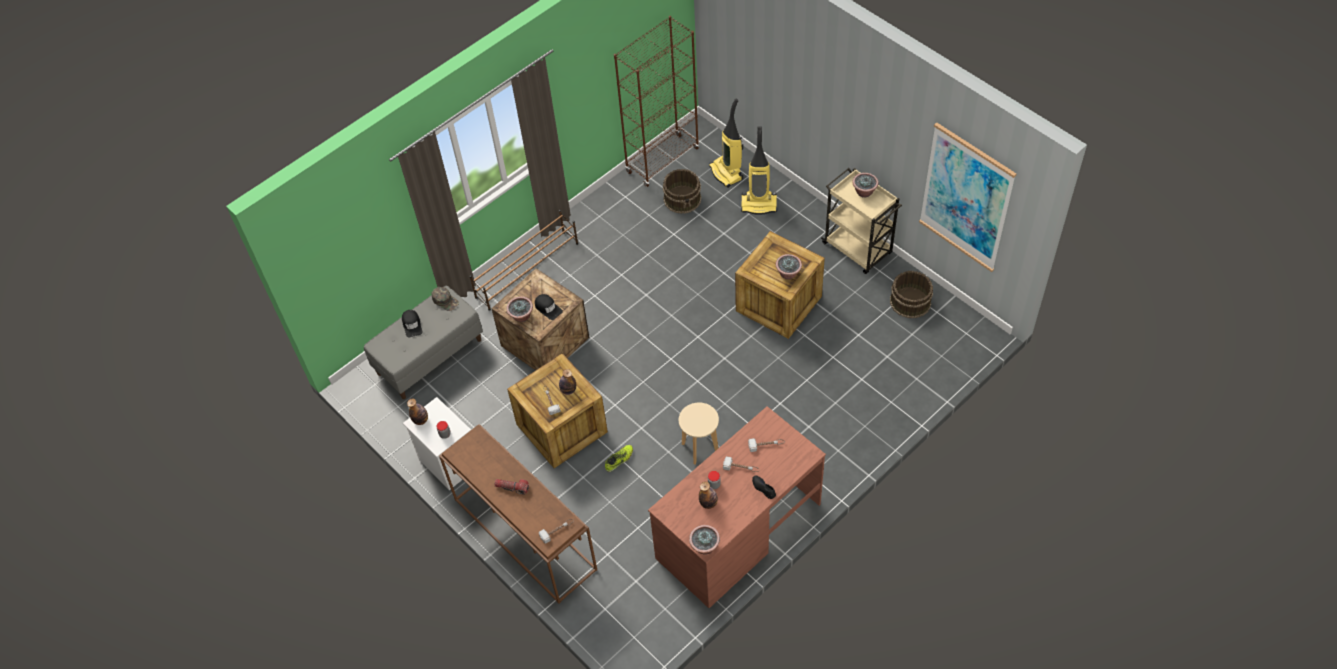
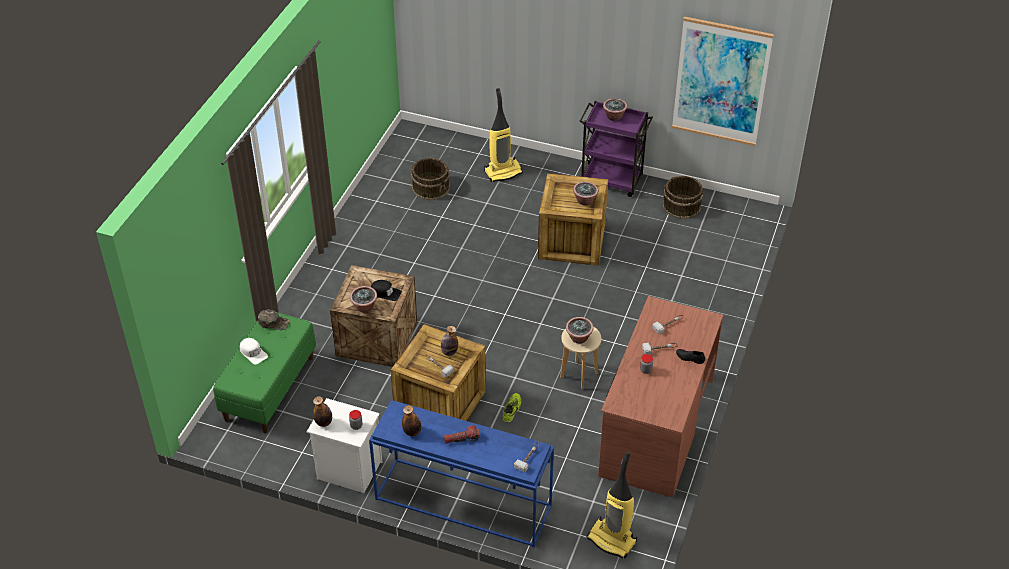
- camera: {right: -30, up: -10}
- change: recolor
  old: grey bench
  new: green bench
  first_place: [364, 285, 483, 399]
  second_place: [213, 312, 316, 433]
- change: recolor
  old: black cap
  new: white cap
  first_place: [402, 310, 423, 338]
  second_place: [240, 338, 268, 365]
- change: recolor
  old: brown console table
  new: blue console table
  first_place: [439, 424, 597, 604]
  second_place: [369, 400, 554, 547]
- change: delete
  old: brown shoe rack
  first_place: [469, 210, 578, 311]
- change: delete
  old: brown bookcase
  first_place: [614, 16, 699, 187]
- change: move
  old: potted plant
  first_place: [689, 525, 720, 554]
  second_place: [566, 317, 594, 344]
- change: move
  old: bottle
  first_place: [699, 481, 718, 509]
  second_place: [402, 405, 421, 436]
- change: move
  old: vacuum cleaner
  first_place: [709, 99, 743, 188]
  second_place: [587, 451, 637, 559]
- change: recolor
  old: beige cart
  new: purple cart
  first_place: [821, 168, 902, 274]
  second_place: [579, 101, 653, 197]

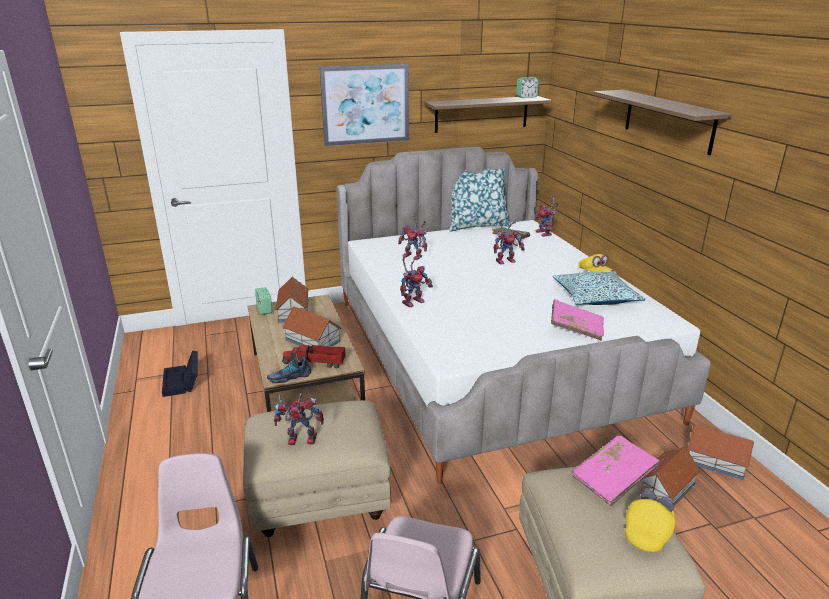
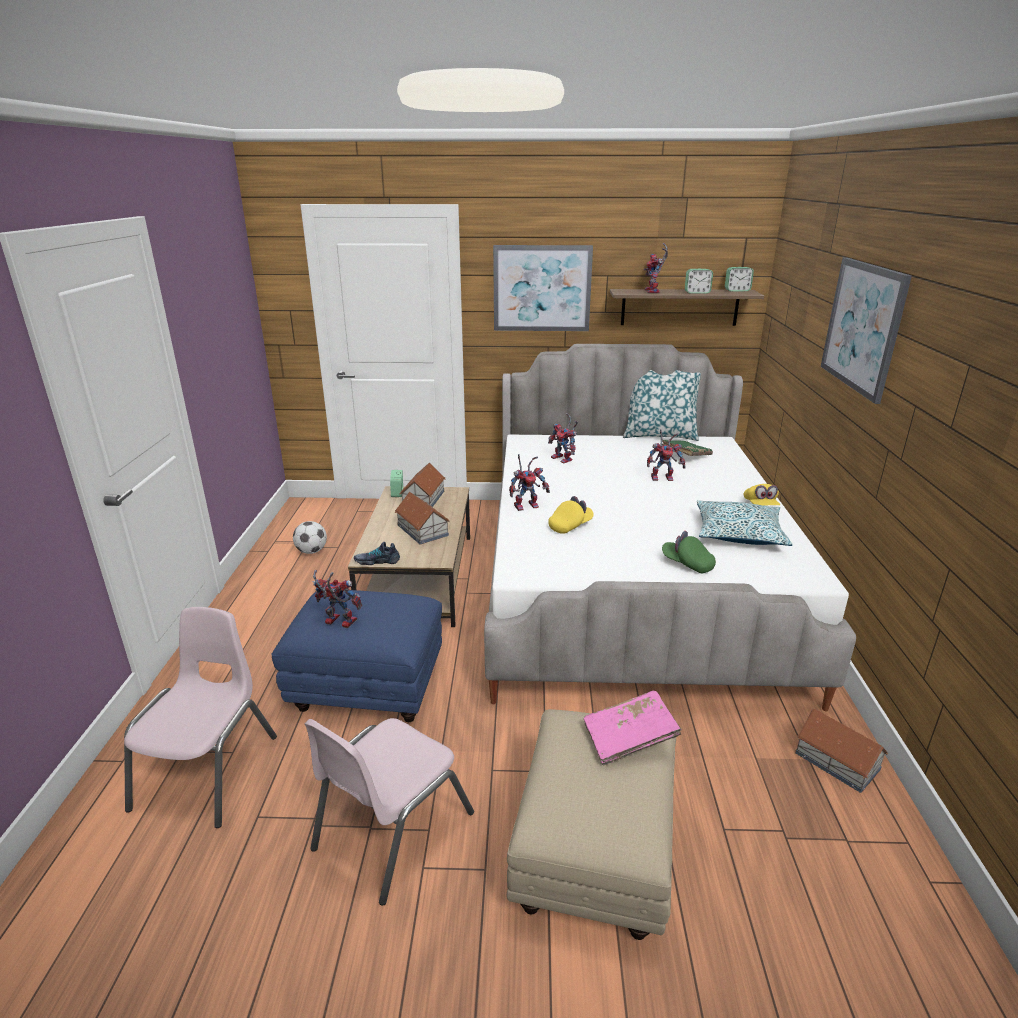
- camera: {right: 20, up: 0}
- change: replace
  old: black storage box
  new: football
  first_place: [162, 350, 198, 397]
  second_place: [293, 521, 327, 554]
- change: recolor
  old: beige ottoman
  new: blue ottoman
  first_place: [243, 400, 391, 537]
  second_place: [271, 590, 442, 722]
- change: delete
  old: toy truck
  first_place: [282, 342, 346, 368]
- change: move
  old: toy robot
  first_place: [534, 196, 558, 237]
  second_place: [644, 243, 668, 293]
- change: replace
  old: pink book
  new: green cap
  first_place: [551, 299, 604, 341]
  second_place: [662, 531, 716, 573]
- change: replace
  old: shelf
  new: picture
  first_place: [592, 90, 732, 155]
  second_place: [821, 258, 912, 404]
- change: move
  old: yellow cap
  first_place: [625, 491, 676, 552]
  second_place: [548, 496, 594, 534]
- change: delete
  old: toy house
  first_place: [642, 447, 700, 506]
- change: insert
  new: alarm clock
  second_place: [685, 269, 713, 294]

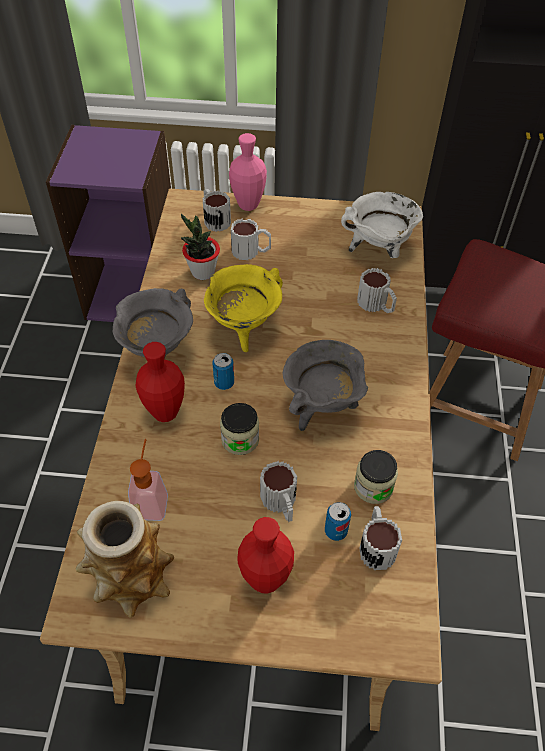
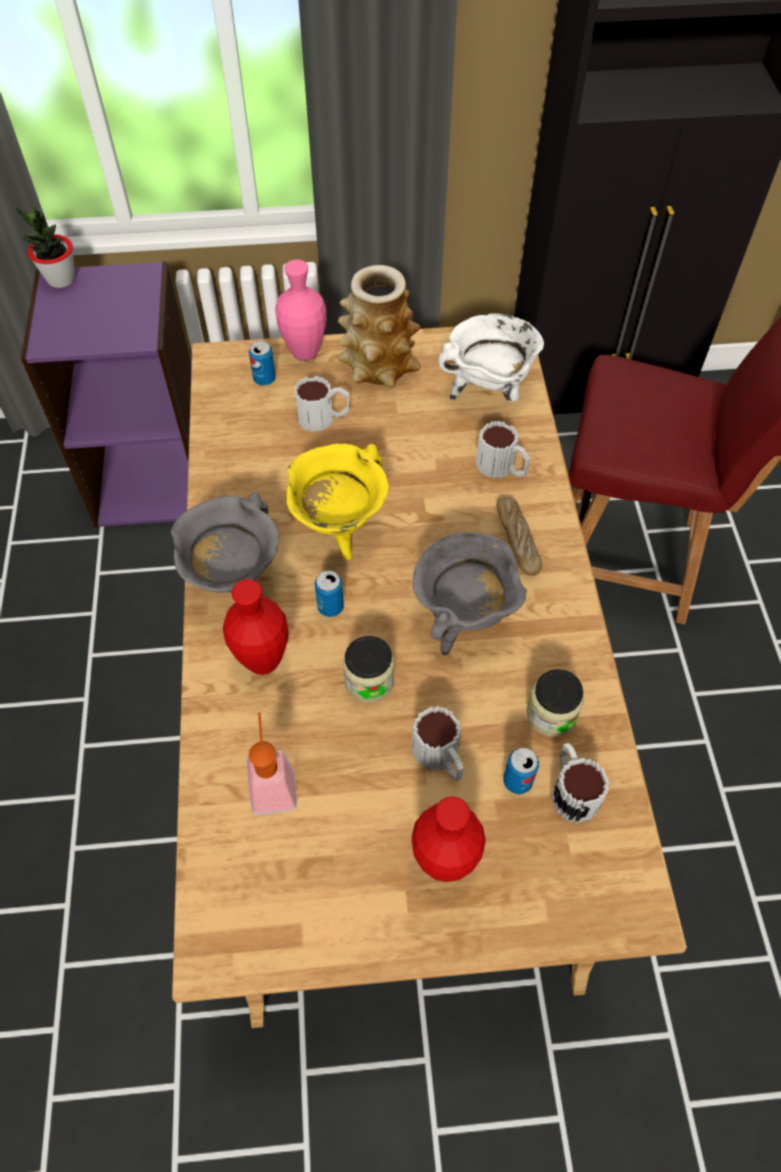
- camera: {right: -10, up: 5}
- change: move
  old: vase
  first_place: [76, 501, 174, 618]
  second_place: [337, 265, 421, 388]
- change: move
  old: potted plant
  first_place: [181, 213, 220, 280]
  second_place: [14, 205, 75, 288]
- change: replace
  old: mug
  new: can
  first_place: [203, 189, 231, 232]
  second_place: [249, 341, 276, 386]
- change: insert
  new: bread
  second_place: [497, 497, 542, 576]

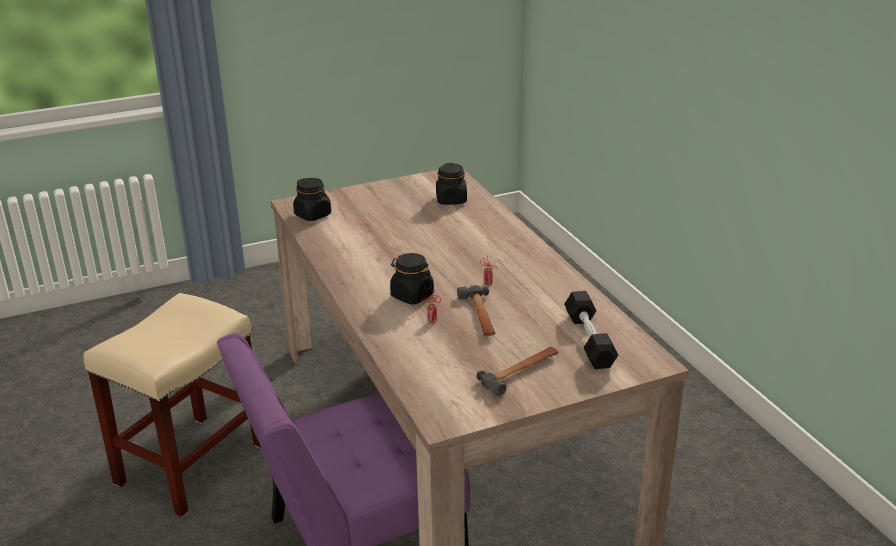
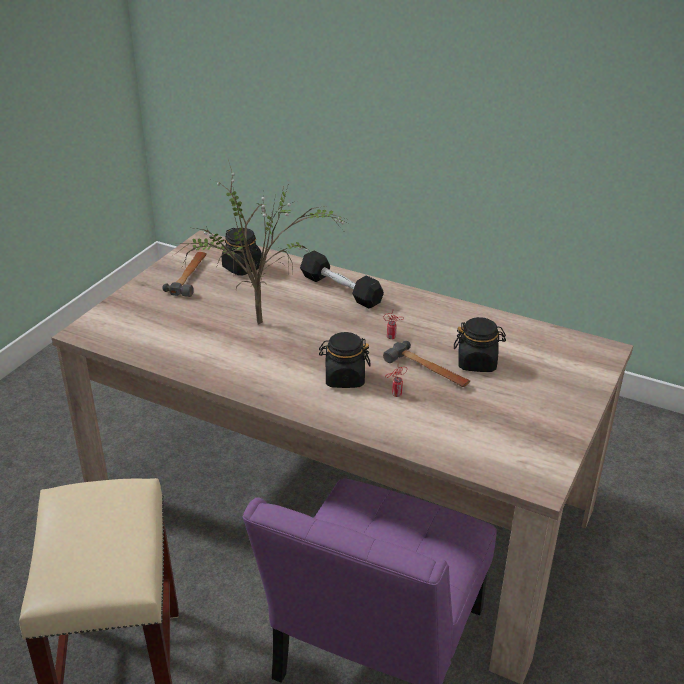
- camera: {right: -40, up: 5}
- change: move
  old: black jar
  first_place: [293, 178, 331, 221]
  second_place: [454, 317, 506, 372]
- change: move
  old: hammer
  first_place: [477, 347, 559, 396]
  second_place: [162, 252, 207, 297]
- change: move
  old: black dumbbell
  first_place: [564, 291, 618, 369]
  second_place: [300, 251, 384, 309]
- change: insert
  new: potted plant
  second_place: [173, 160, 346, 325]

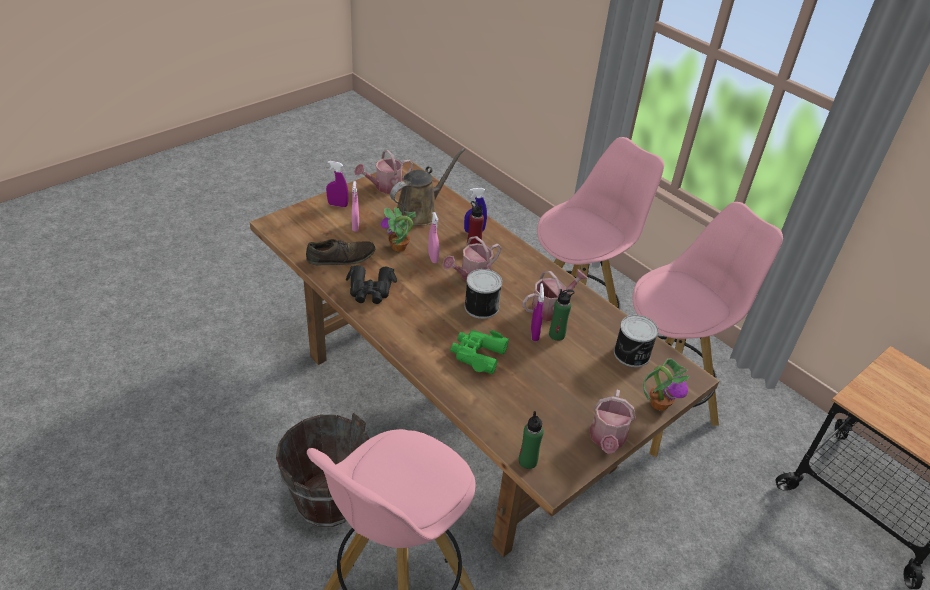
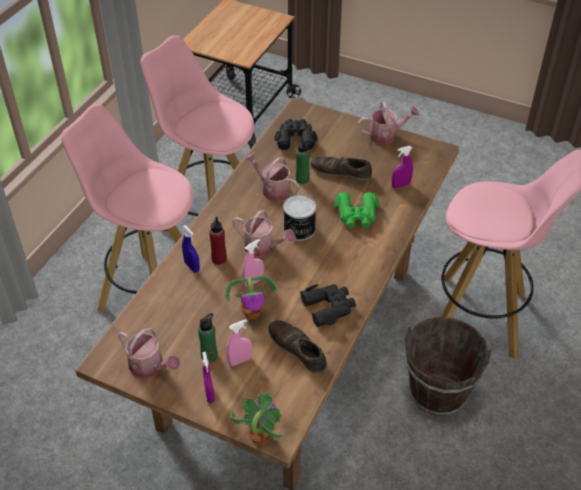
- camera: {right: -110, up: 5}
- change: delete
  old: brown watering can
  first_place: [390, 148, 465, 226]
- change: move
  old: green bottle
  first_place: [519, 411, 544, 469]
  second_place: [198, 313, 218, 363]
- change: move
  old: purple spray bottle
  first_place: [531, 283, 544, 341]
  second_place: [392, 146, 413, 189]
- change: replace
  old: can
  new: black binoculars
  first_place: [614, 315, 658, 367]
  second_place: [274, 119, 317, 150]
- change: move
  old: potted plant
  first_place: [643, 358, 690, 411]
  second_place: [230, 392, 290, 445]
- change: insert
  new: brown shoe
  second_place: [310, 155, 372, 181]

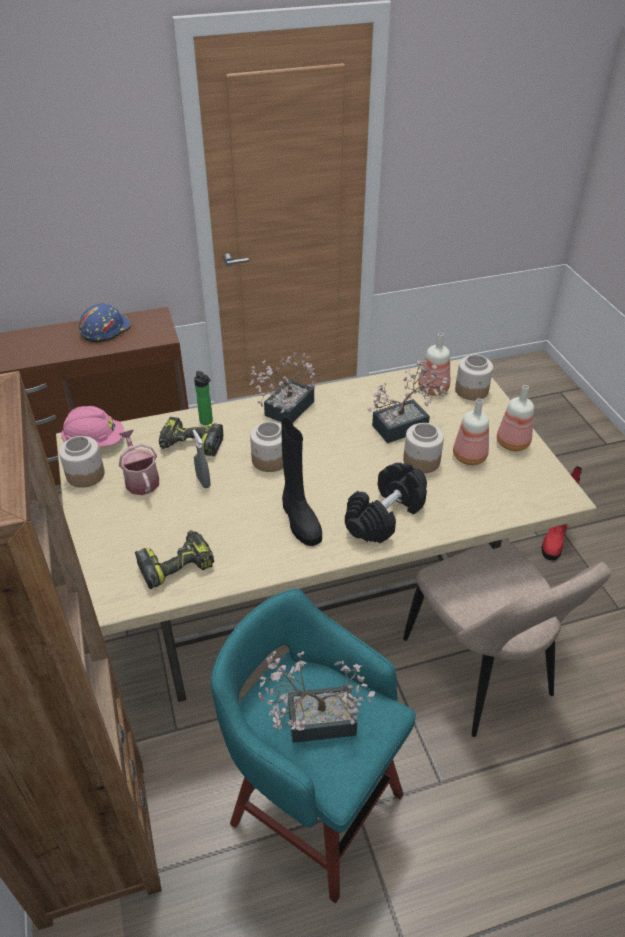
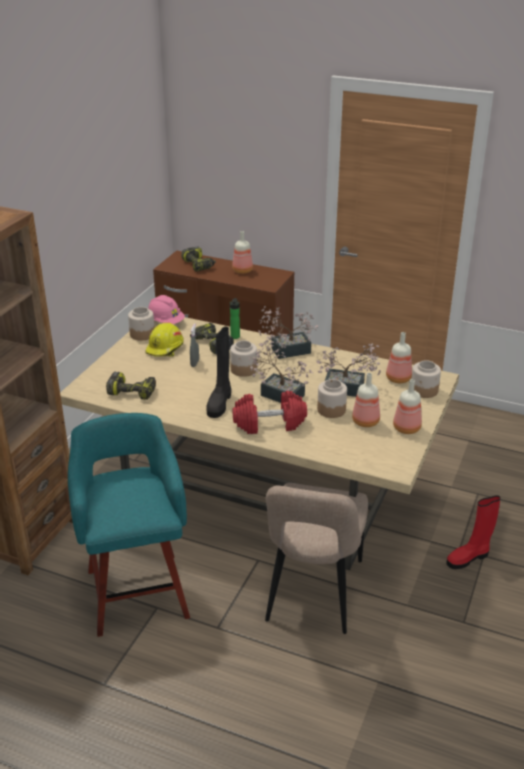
- camera: {right: 40, up: -10}
- change: replace
  old: blue hard hat
  new: bottle
  first_place: [79, 303, 131, 343]
  second_place: [232, 231, 253, 274]
- change: replace
  old: watering can
  new: yellow hard hat
  first_place: [119, 430, 159, 495]
  second_place: [145, 322, 184, 357]
- change: move
  old: potted plant
  first_place: [258, 651, 375, 743]
  second_place: [248, 338, 313, 403]
- change: recolor
  old: black dumbbell
  new: red dumbbell
  first_place: [345, 463, 427, 543]
  second_place: [232, 391, 307, 434]
- change: insert
  new: power drill
  second_place: [181, 247, 216, 272]

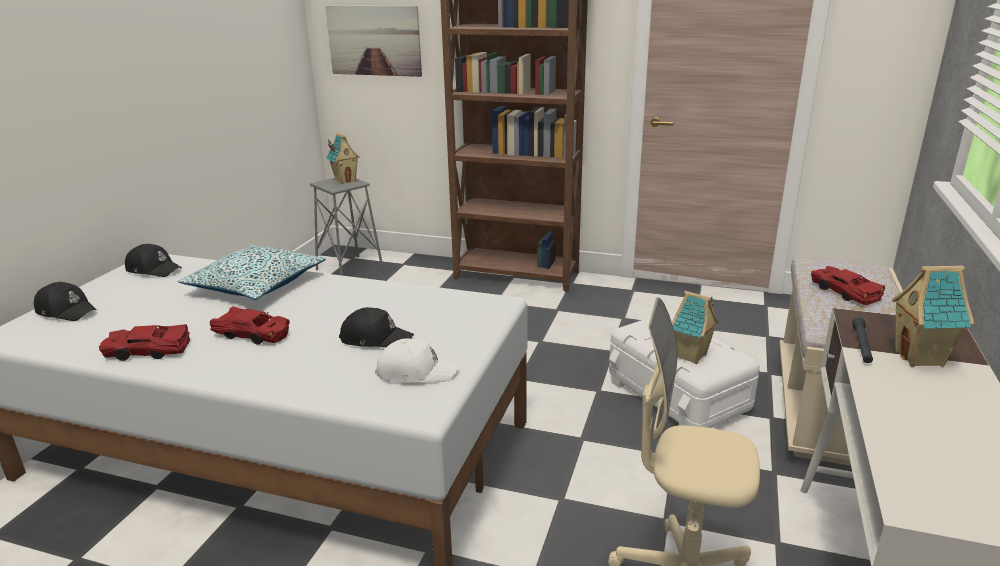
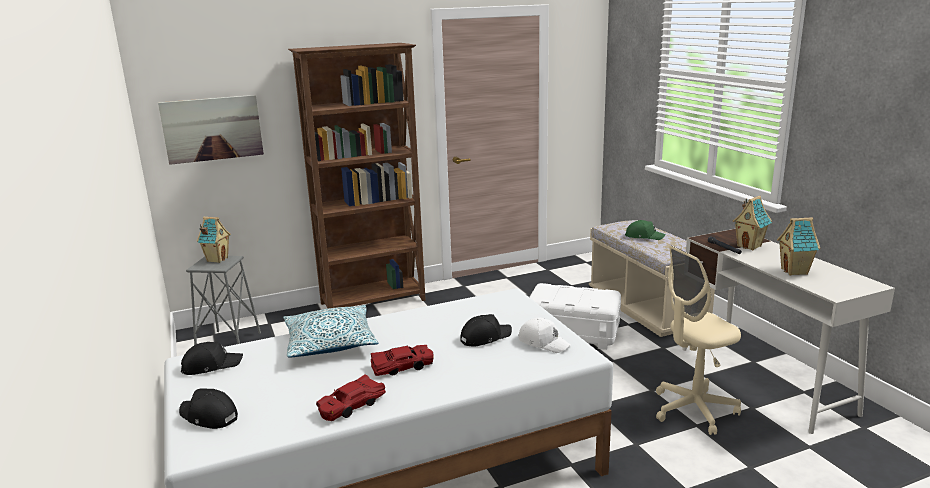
- camera: {right: -40, up: -5}
- change: rotate
  old: black cap
  first_place: [34, 282, 97, 321]
  second_place: [179, 388, 238, 429]
  degrees: -135
- change: rotate
  old: white cap
  first_place: [375, 338, 458, 382]
  second_place: [518, 318, 571, 353]
  degrees: 75
- change: move
  old: toy house
  first_place: [672, 291, 719, 364]
  second_place: [777, 217, 820, 275]
- change: replace
  old: red toy car
  new: green cap
  first_place: [811, 266, 885, 305]
  second_place: [625, 220, 666, 240]

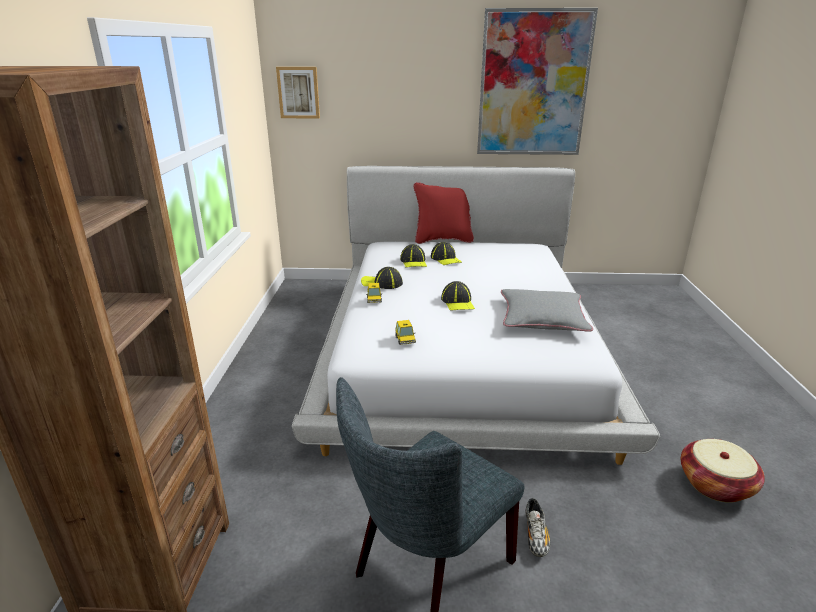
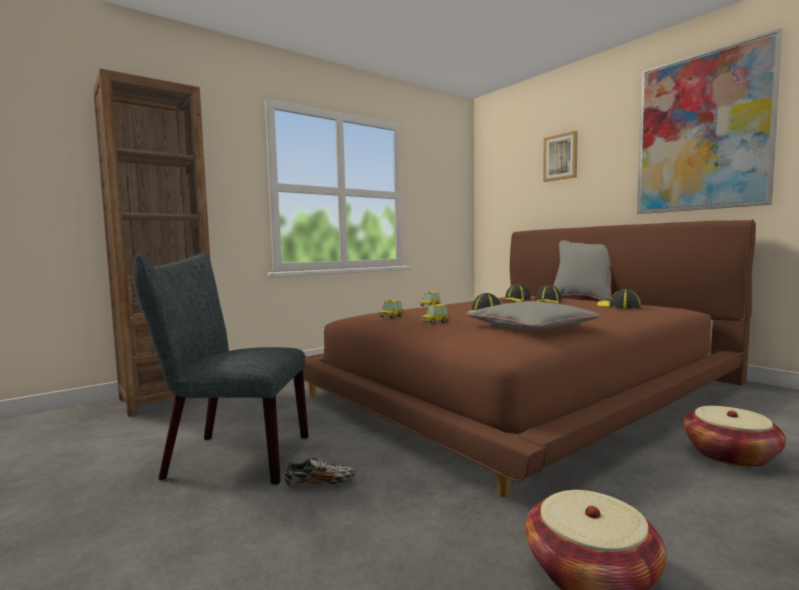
- camera: {right: 50, up: -20}
- change: move
  old: picture
  first_place: [276, 67, 320, 119]
  second_place: [543, 131, 578, 182]
- change: recolor
  old: white bed
  new: brown bed
  first_place: [292, 166, 660, 465]
  second_place: [303, 219, 756, 497]
- change: move
  old: cap
  first_place: [361, 267, 403, 289]
  second_place: [597, 289, 642, 308]
- change: recolor
  old: red pillow
  new: grey pillow
  first_place: [414, 182, 474, 244]
  second_place: [553, 240, 612, 301]
- change: rotate
  old: shoe
  first_place: [526, 498, 551, 557]
  second_place: [284, 458, 356, 487]
  degrees: -150
- change: insert
  new: toy car
  second_place: [421, 304, 449, 324]
- change: insert
  new: basket
  second_place: [683, 406, 786, 468]

